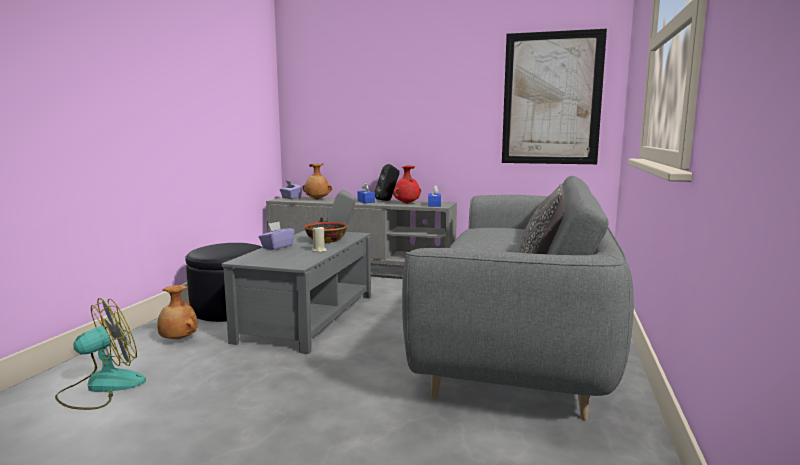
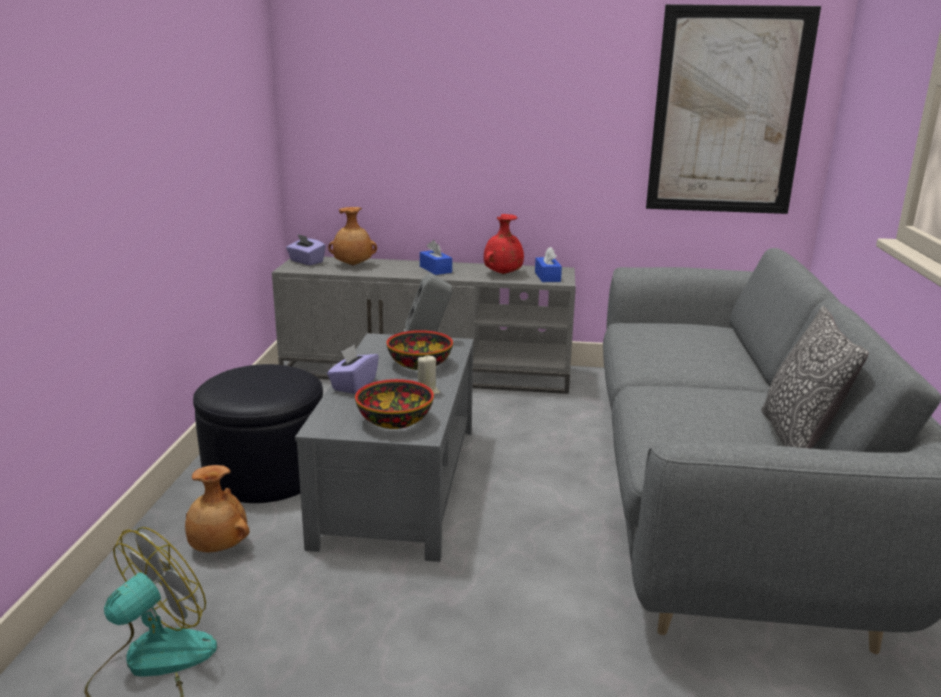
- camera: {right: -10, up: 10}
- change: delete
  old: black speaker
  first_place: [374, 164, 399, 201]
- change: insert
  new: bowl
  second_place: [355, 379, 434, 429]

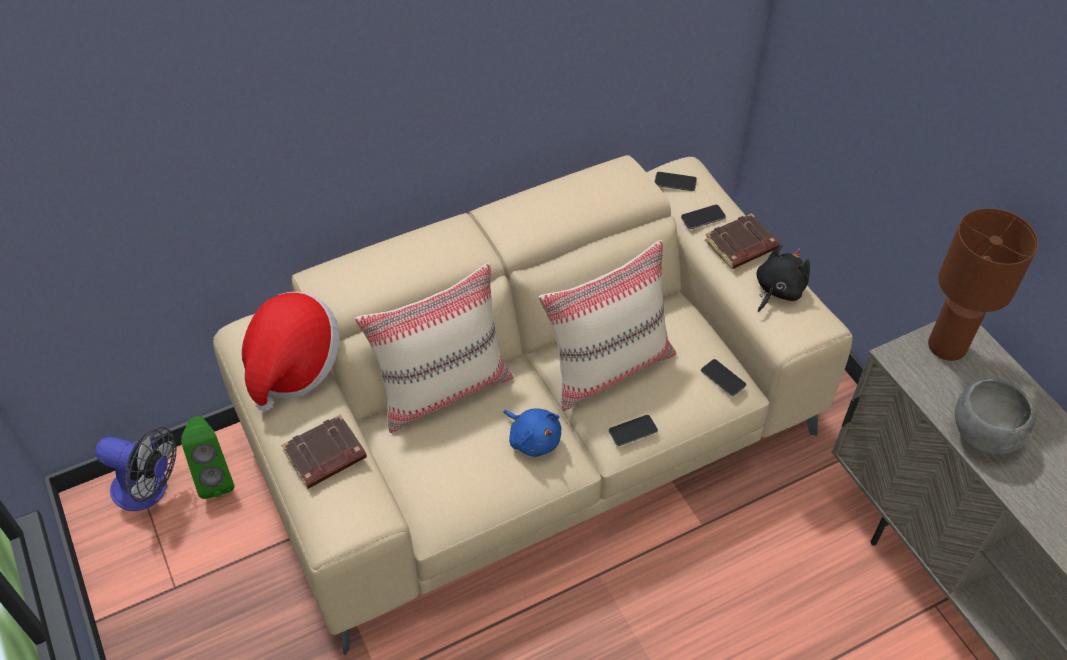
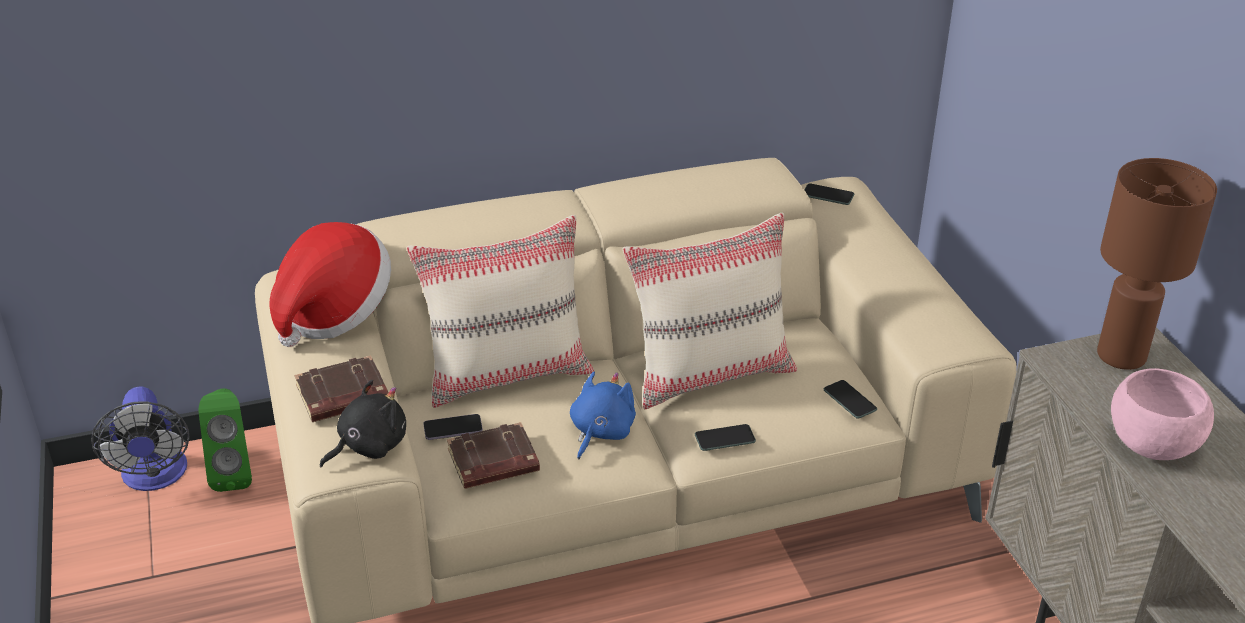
- camera: {right: 10, up: -15}
- change: rotate
  old: fan
  first_place: [95, 427, 177, 511]
  second_place: [91, 386, 190, 491]
  degrees: 45
- change: rotate
  old: blue plush toy
  first_place: [503, 408, 561, 457]
  second_place: [570, 371, 636, 460]
  degrees: -120
- change: move
  old: phone
  first_place: [681, 205, 726, 229]
  second_place: [423, 414, 483, 440]
- change: move
  old: brown book
  first_place: [705, 213, 780, 269]
  second_place: [447, 422, 540, 489]
- change: move
  old: black plush toy
  first_place: [757, 245, 810, 312]
  second_place: [320, 380, 406, 467]
- change: recolor
  old: grey bowl
  new: pink bowl
  first_place: [955, 379, 1036, 454]
  second_place: [1111, 368, 1214, 460]

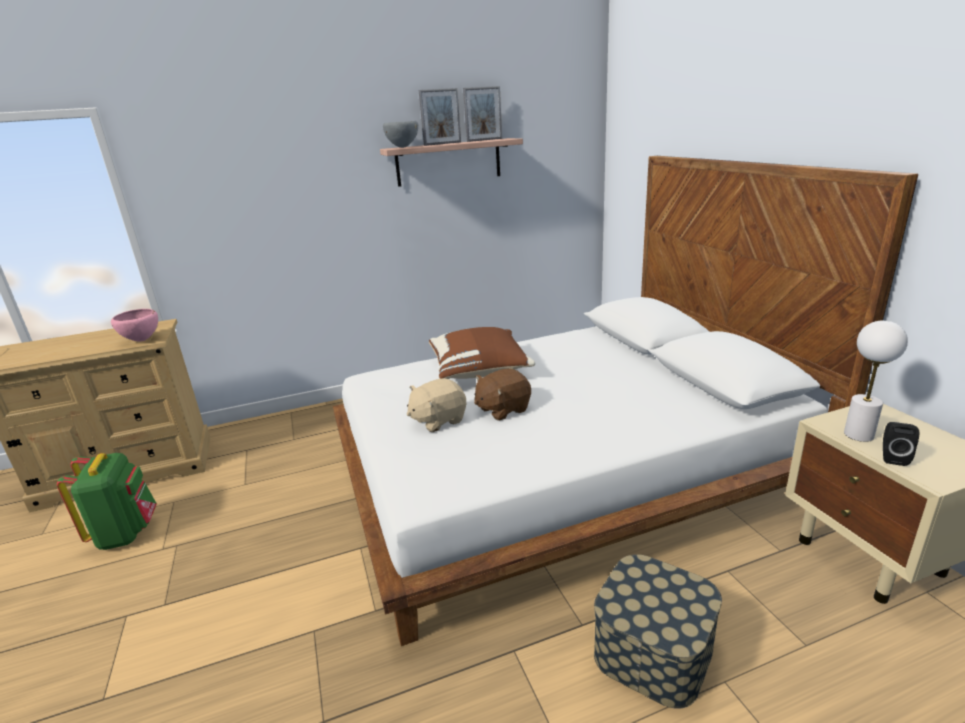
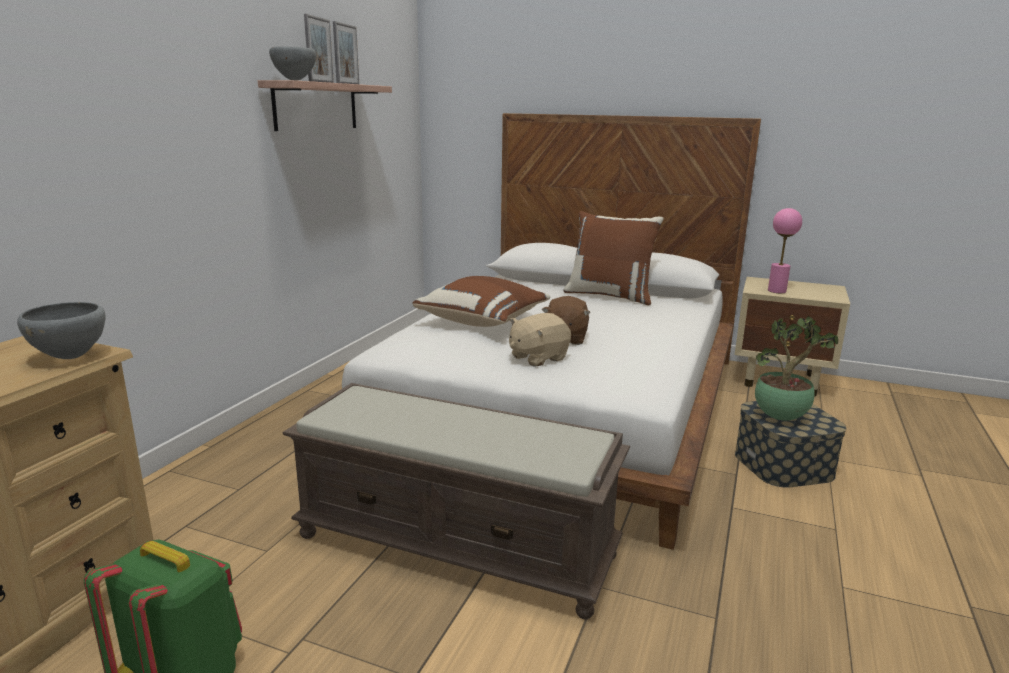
- camera: {right: -50, up: -5}
- change: recolor
  old: pink bowl
  new: grey bowl
  first_place: [111, 309, 158, 341]
  second_place: [17, 302, 105, 359]
- change: rotate
  old: beige plush toy
  first_place: [407, 378, 466, 432]
  second_place: [509, 313, 571, 366]
  degrees: 45
- change: recolor
  old: white table lamp
  new: pink table lamp
  first_place: [844, 320, 908, 442]
  second_place: [768, 208, 802, 293]
- change: delete
  old: black speaker
  first_place: [883, 422, 919, 466]
- change: insert
  new: brown bench
  second_place: [283, 383, 630, 619]
- change: insert
  new: brown pillow
  second_place: [563, 211, 664, 305]
- change: insert
  new: potted plant
  second_place: [755, 316, 838, 421]

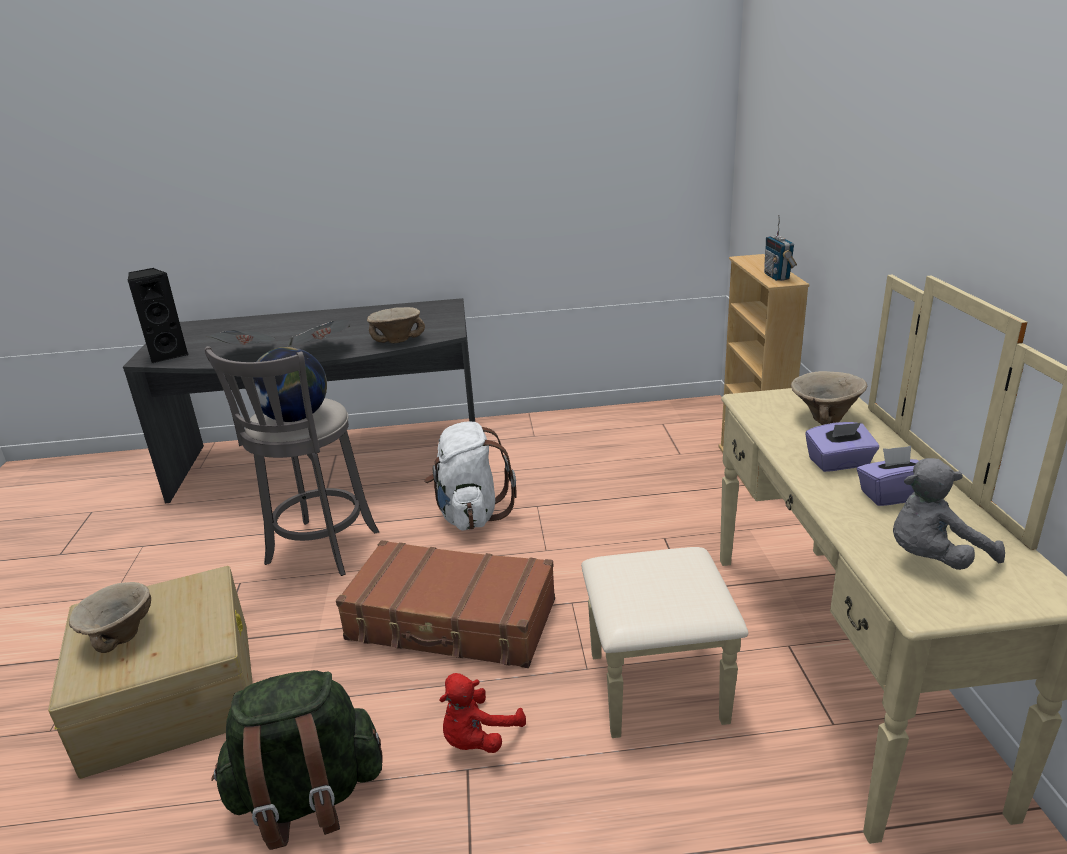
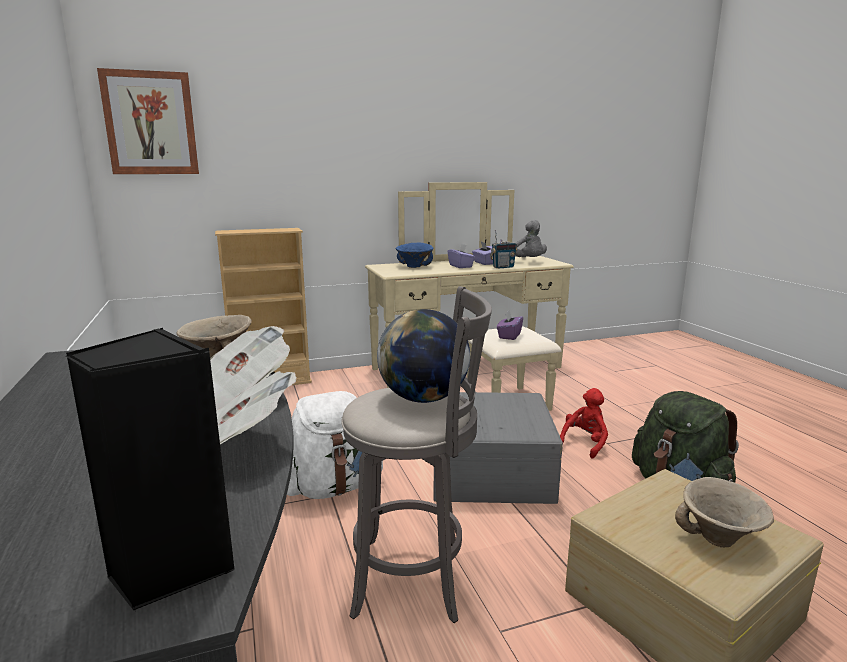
- camera: {right: -105, up: -10}
- change: replace
  old: brown suitcase
  new: grey storage box
  first_place: [336, 540, 555, 668]
  second_place: [434, 392, 563, 504]
- change: rotate
  old: red plush toy
  first_place: [439, 673, 526, 753]
  second_place: [560, 388, 608, 459]
  degrees: -75
- change: move
  old: radio
  first_place: [764, 215, 797, 281]
  second_place: [490, 230, 517, 268]
- change: recolor
  old: beige bowl
  new: blue bowl
  first_place: [791, 371, 867, 425]
  second_place: [395, 242, 434, 268]
- change: insert
  new: picture
  second_place: [97, 68, 199, 174]
- change: insert
  new: purple tissue box
  second_place: [497, 310, 523, 340]

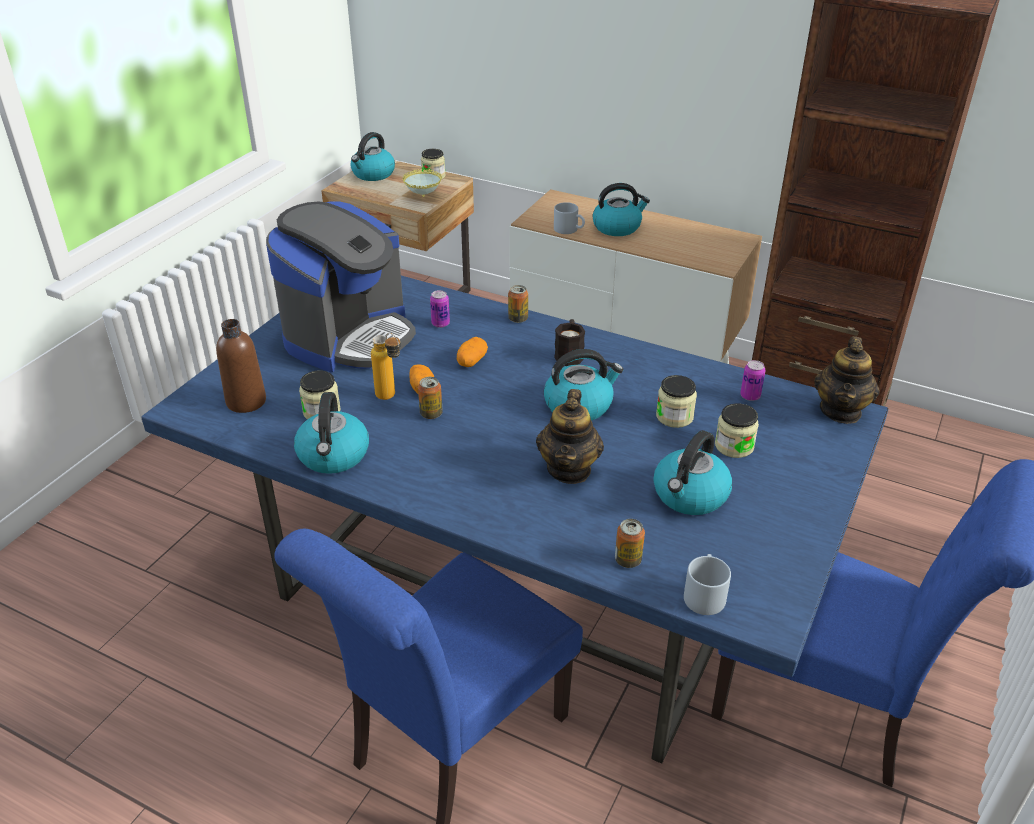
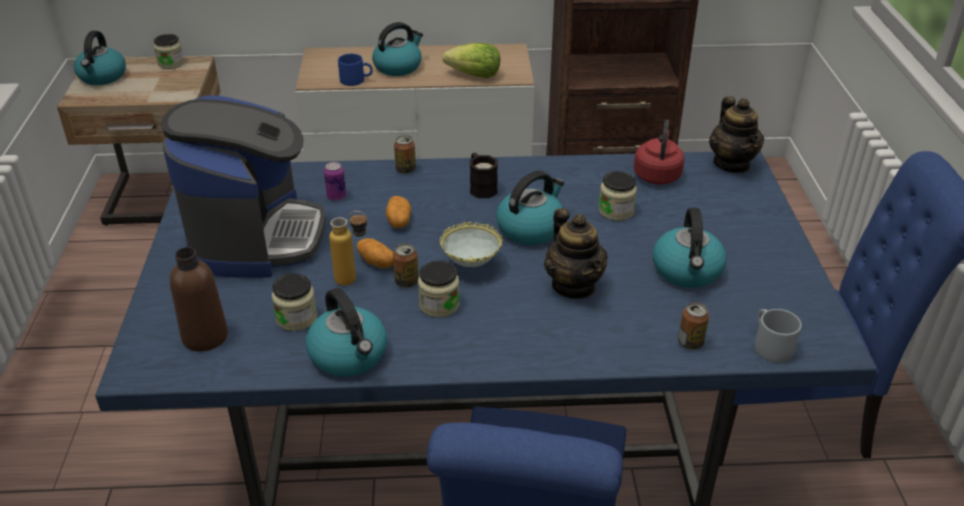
- camera: {right: -30, up: 0}
- change: move
  old: bowl
  first_place: [402, 169, 442, 197]
  second_place: [440, 222, 502, 267]
- change: recolor
  old: grey mug
  new: blue mug
  first_place: [554, 202, 585, 234]
  second_place: [338, 54, 373, 86]
- change: move
  old: jar
  first_place: [715, 403, 759, 458]
  second_place: [418, 260, 460, 317]
- change: replace
  old: can
  new: red kettle
  first_place: [740, 360, 766, 401]
  second_place: [634, 120, 685, 185]
- change: insert
  new: lettuce
  second_place: [443, 43, 500, 78]

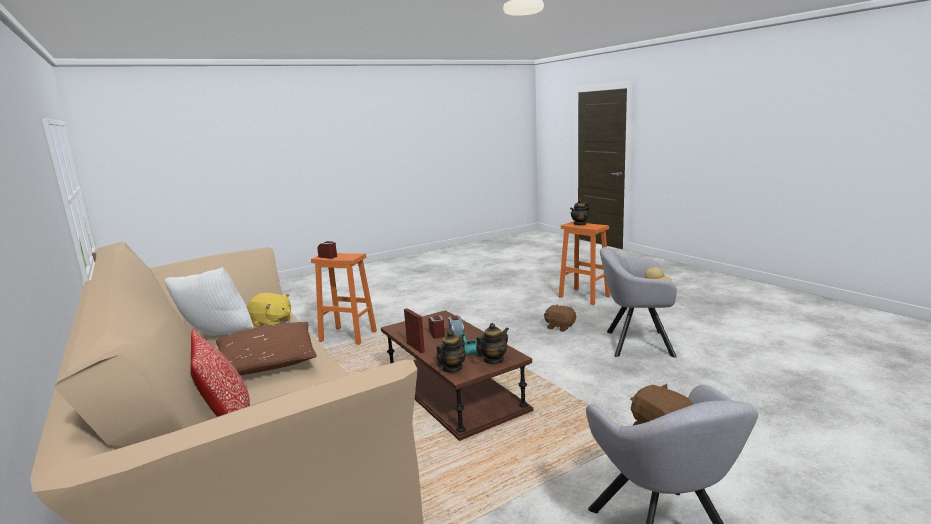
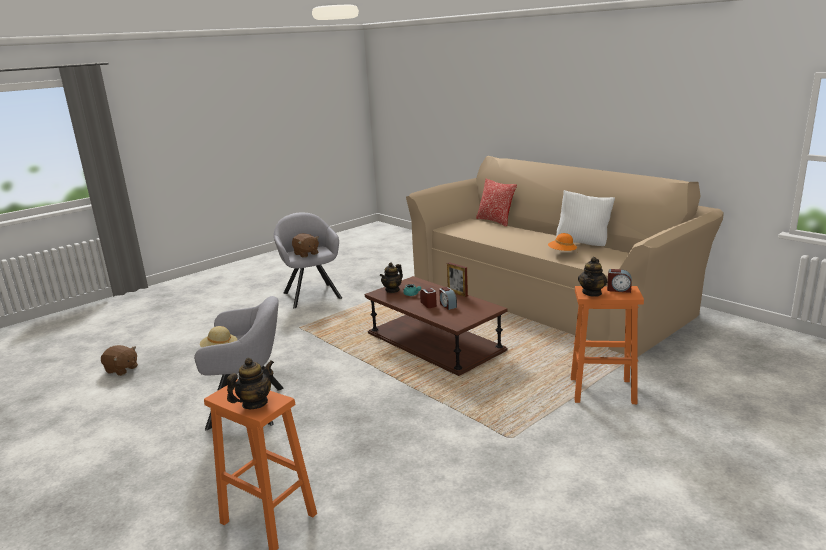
- camera: {right: 170, up: 5}
- change: delete
  old: brown pillow
  first_place: [216, 322, 317, 375]
- change: replace
  old: yellow plush toy
  new: orange hat
  first_place: [247, 293, 291, 327]
  second_place: [548, 233, 577, 251]
- change: move
  old: teapot
  first_place: [436, 330, 466, 372]
  second_place: [578, 257, 608, 297]
- change: move
  old: brown plush toy
  first_place: [544, 304, 576, 332]
  second_place: [101, 345, 138, 376]

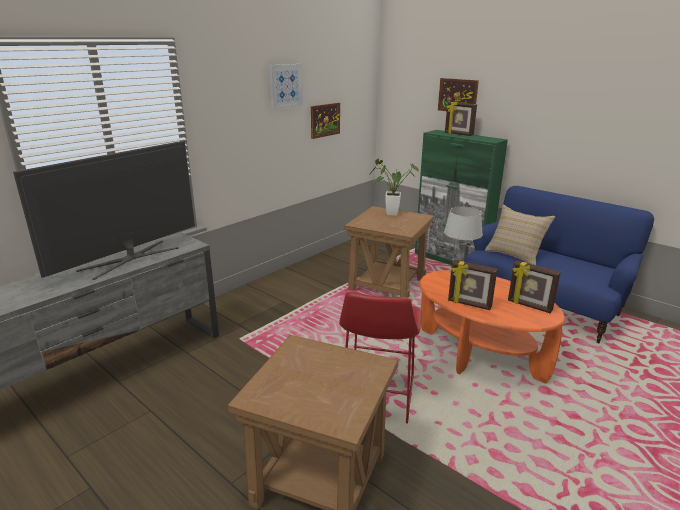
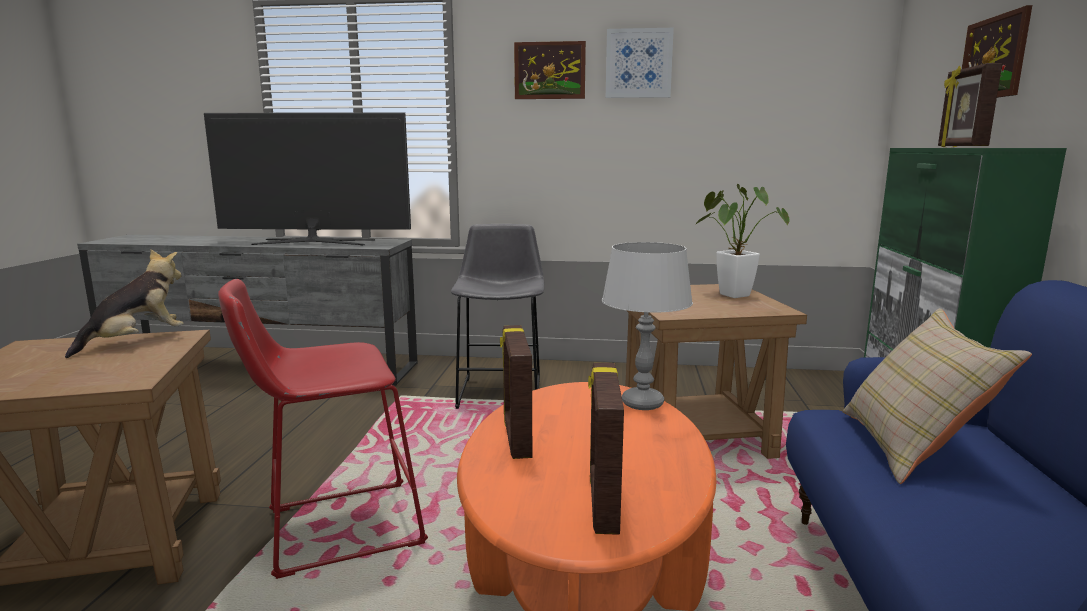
- camera: {right: 55, up: -10}
- change: move
  old: picture
  first_place: [311, 103, 340, 139]
  second_place: [514, 41, 586, 99]
- change: insert
  new: plush toy
  second_place: [65, 250, 184, 358]
- change: insert
  new: grey stool
  second_place: [451, 224, 544, 409]

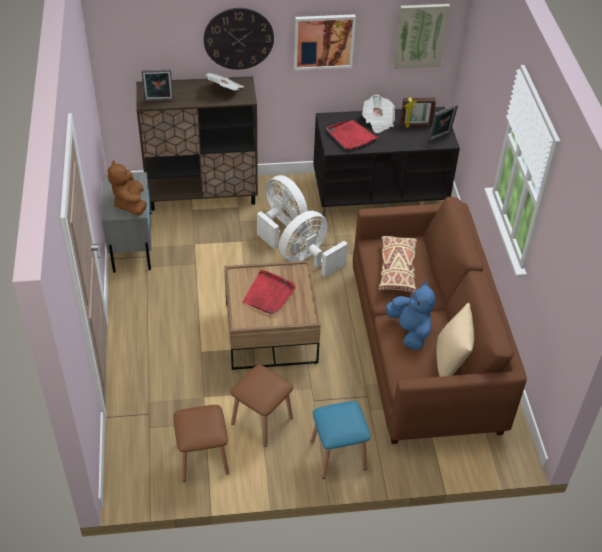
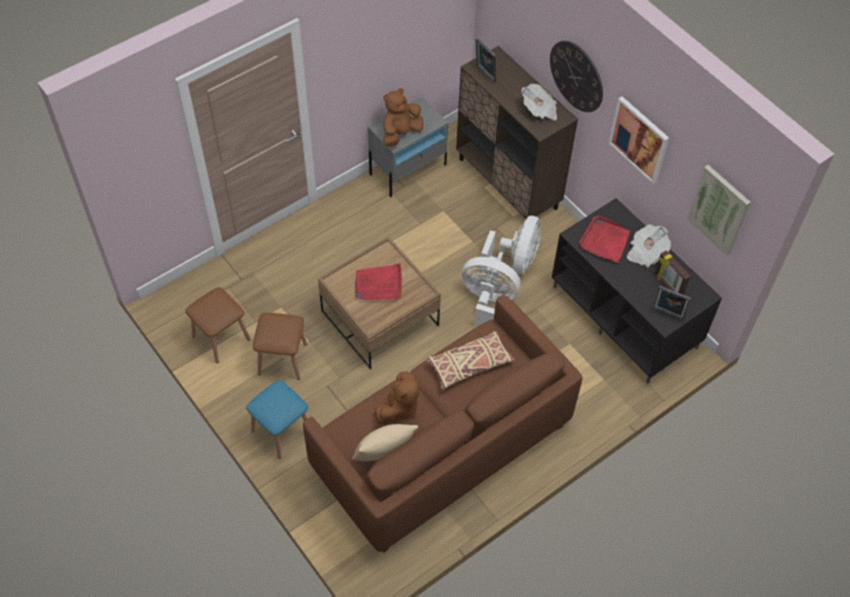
- camera: {right: 60, up: 10}
- change: recolor
  old: blue plush toy
  new: brown plush toy
  first_place: [386, 281, 435, 350]
  second_place: [375, 371, 420, 424]

